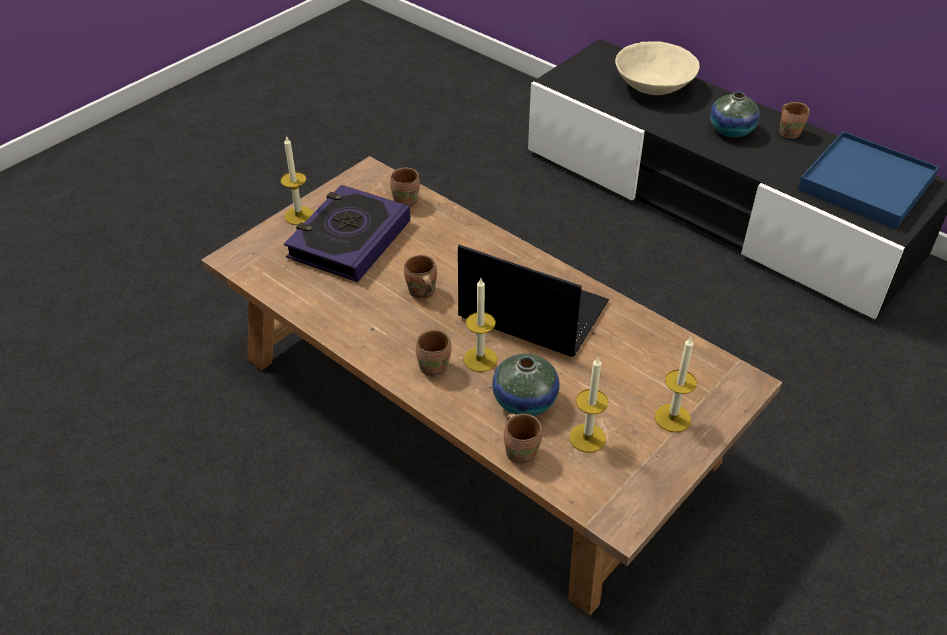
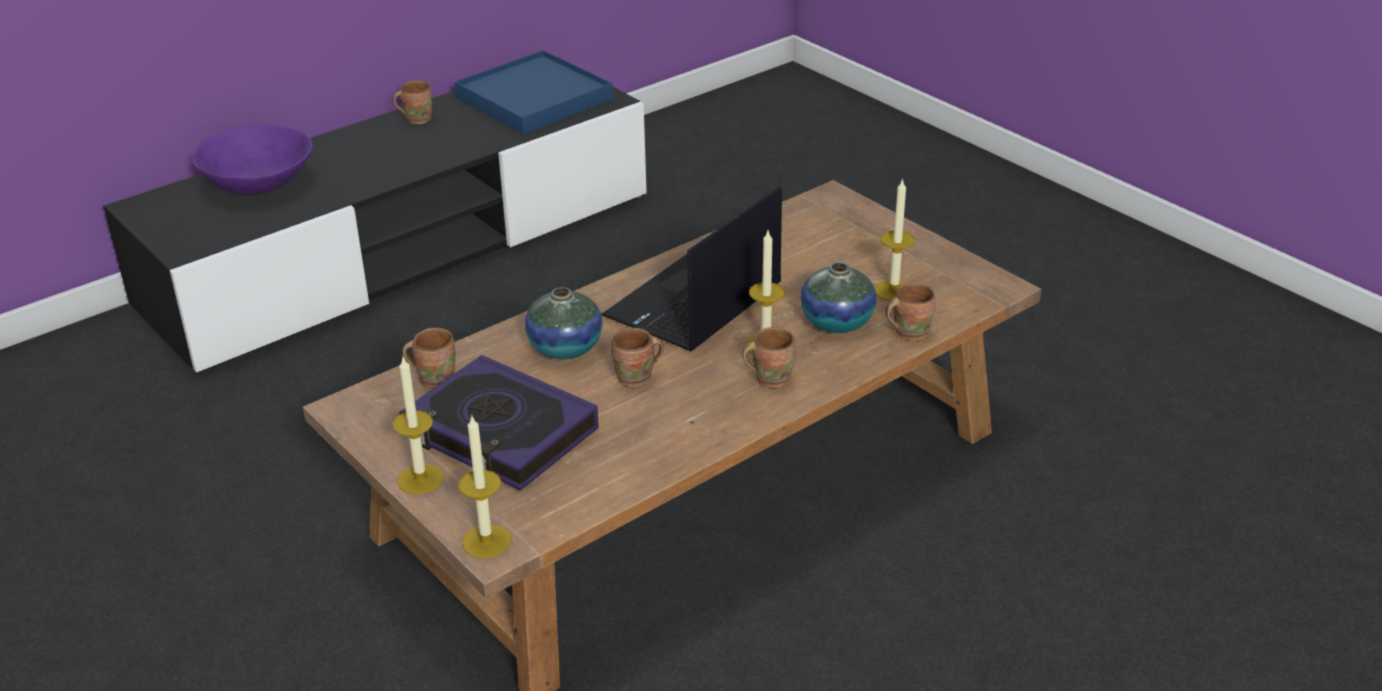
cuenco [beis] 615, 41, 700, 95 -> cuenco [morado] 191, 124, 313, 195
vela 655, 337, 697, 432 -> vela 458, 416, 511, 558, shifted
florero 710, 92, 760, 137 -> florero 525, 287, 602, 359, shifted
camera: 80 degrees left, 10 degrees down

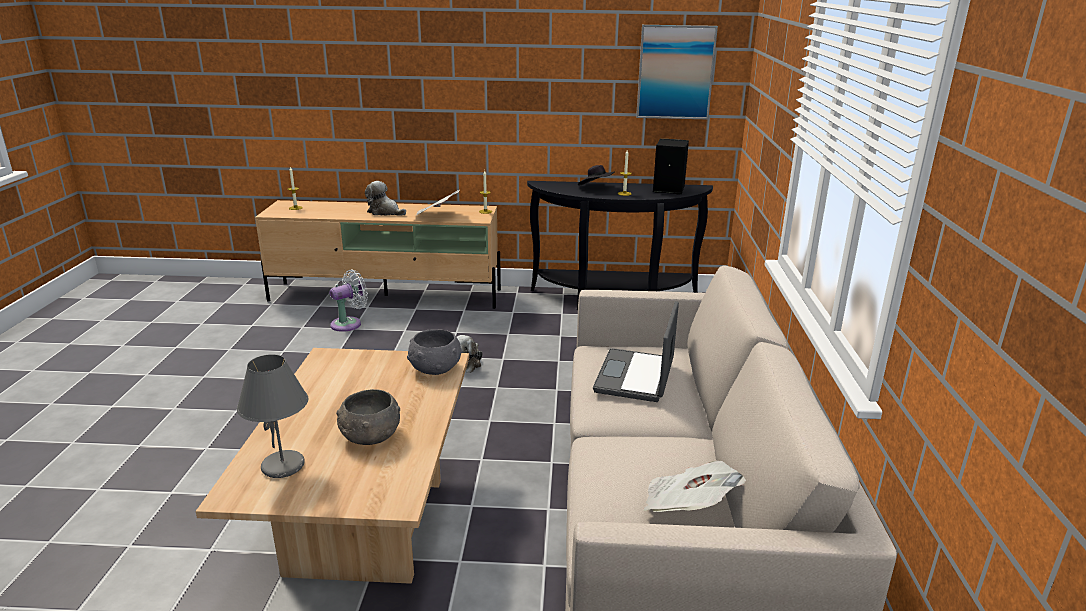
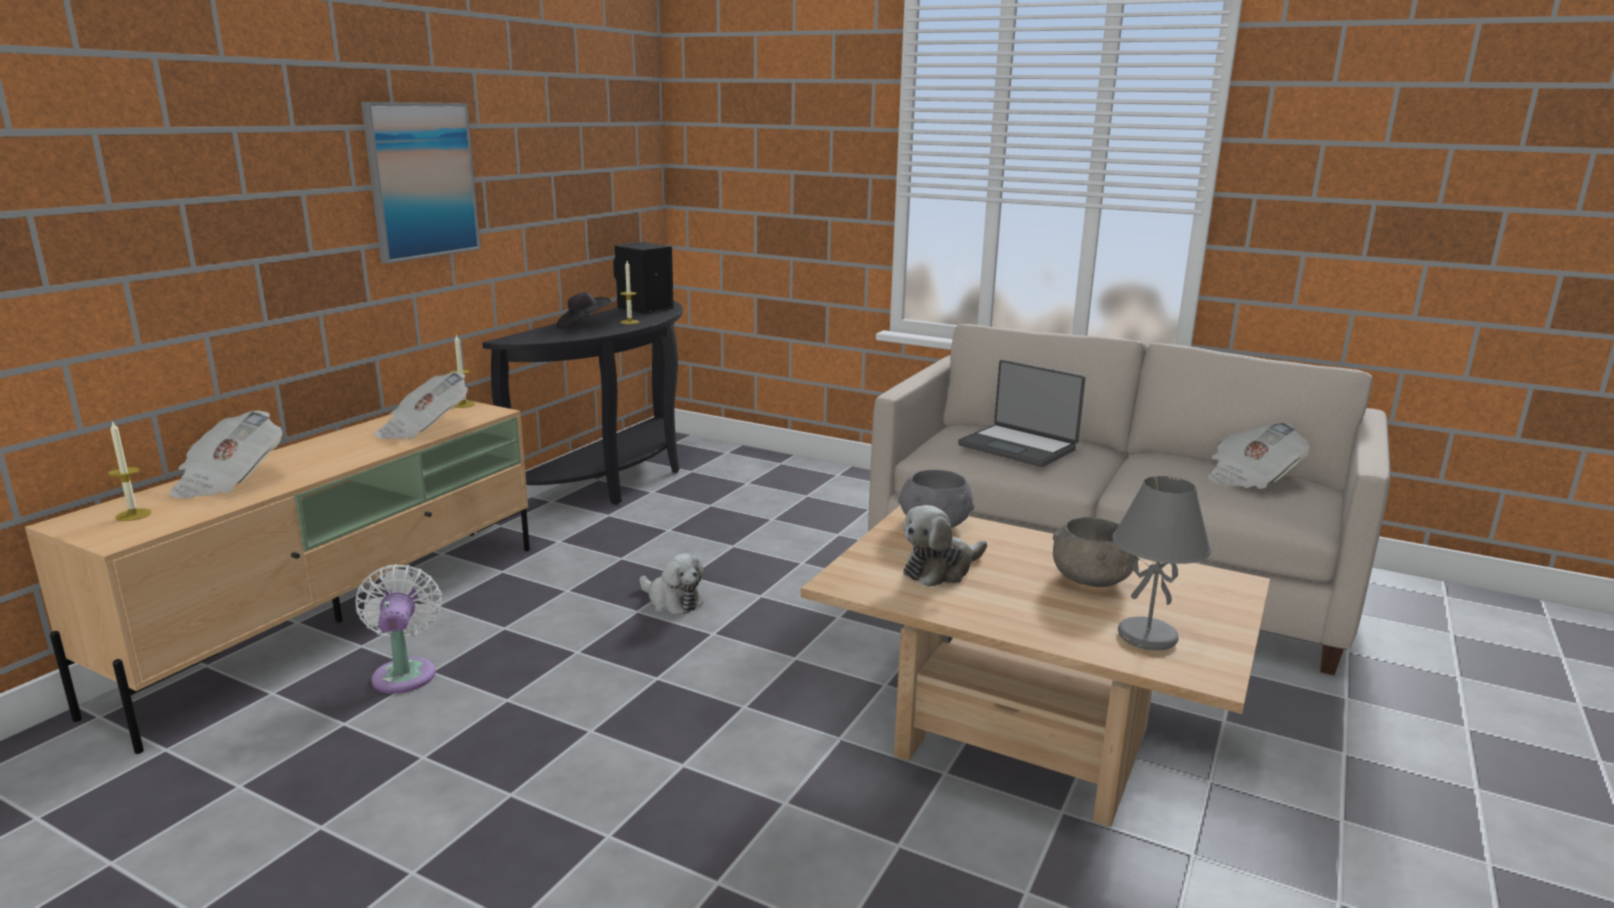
none -> periódico 169, 411, 283, 499
cuadro 636, 25, 718, 119 -> cuadro 361, 102, 481, 263, shifted
peluche 365, 181, 406, 216 -> peluche 903, 505, 987, 587, shifted
camera: 65 degrees left, 5 degrees down

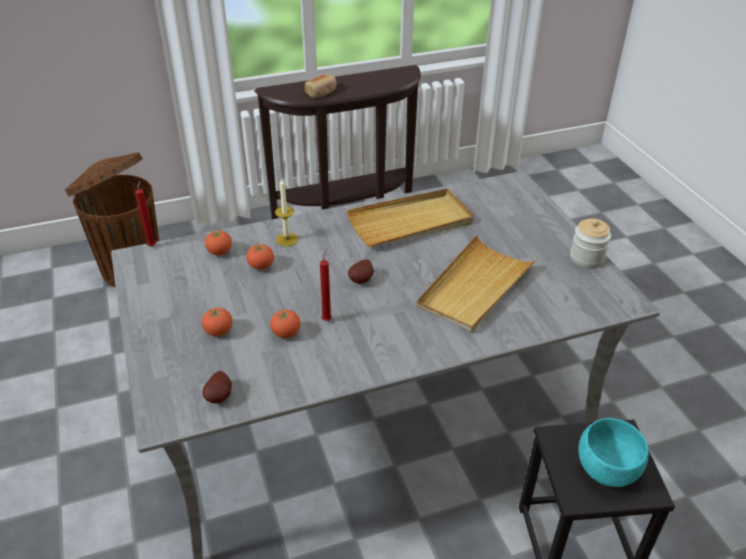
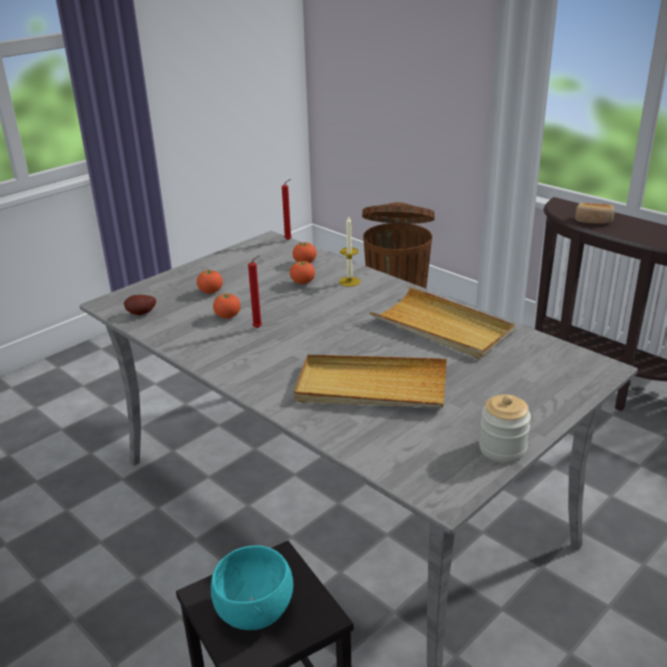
patata 348, 259, 374, 284 -> none
camera: 65 degrees right, 10 degrees down

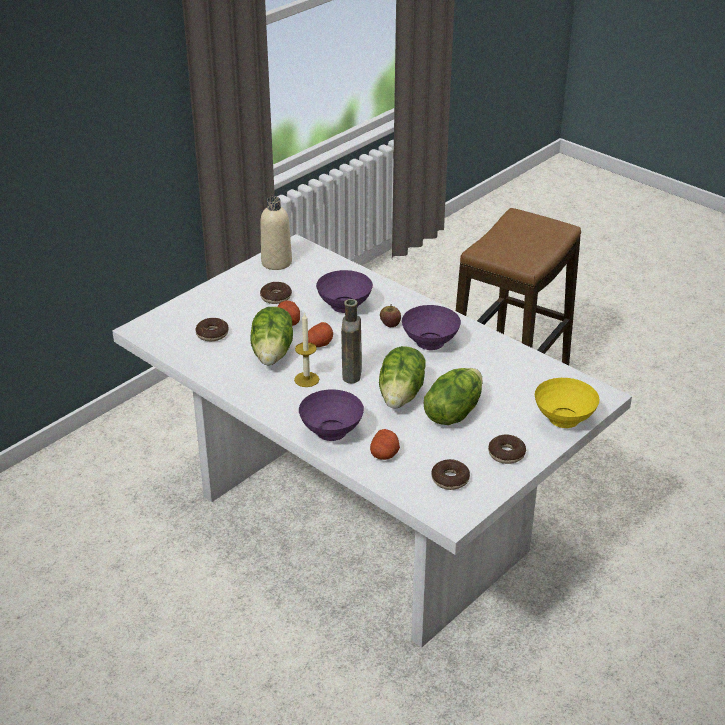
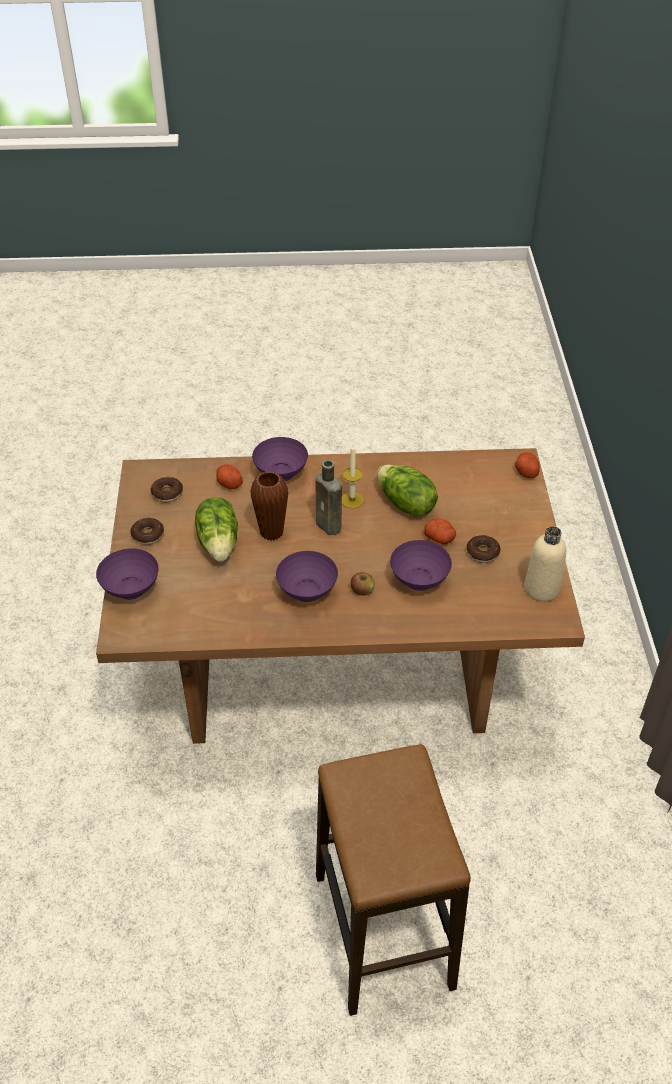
mesa de comedor [blanco] 112, 234, 632, 647 -> mesa de comedor [marrón] 96, 448, 585, 744
cuenco [amarillo] 535, 378, 600, 428 -> cuenco [morado] 96, 548, 159, 600
lechuga 379, 346, 426, 409 -> florero [marrón] 250, 471, 288, 541
patata 308, 322, 333, 347 -> patata 515, 452, 540, 478, shifted
rosquilla 195, 318, 229, 341 -> none
camera: 135 degrees right, 10 degrees up

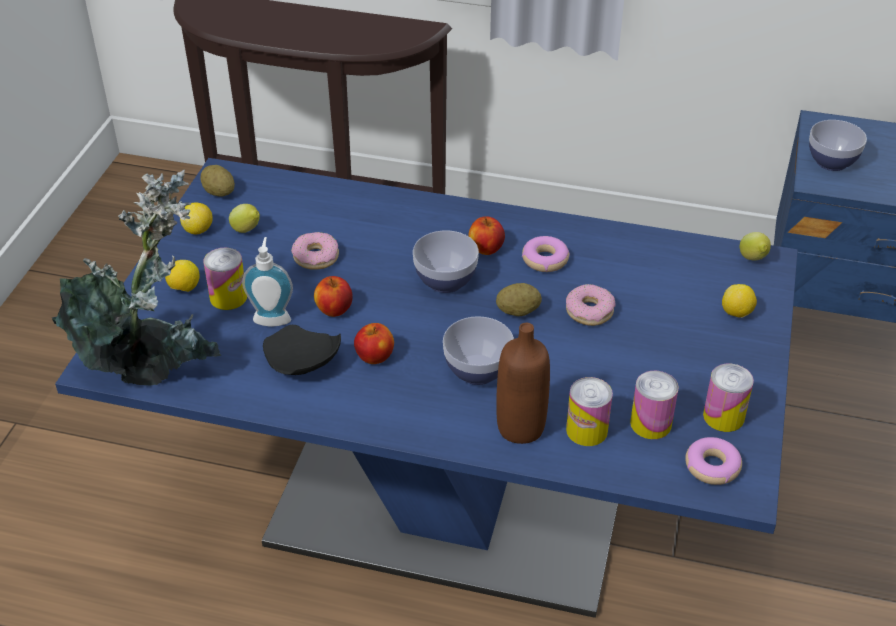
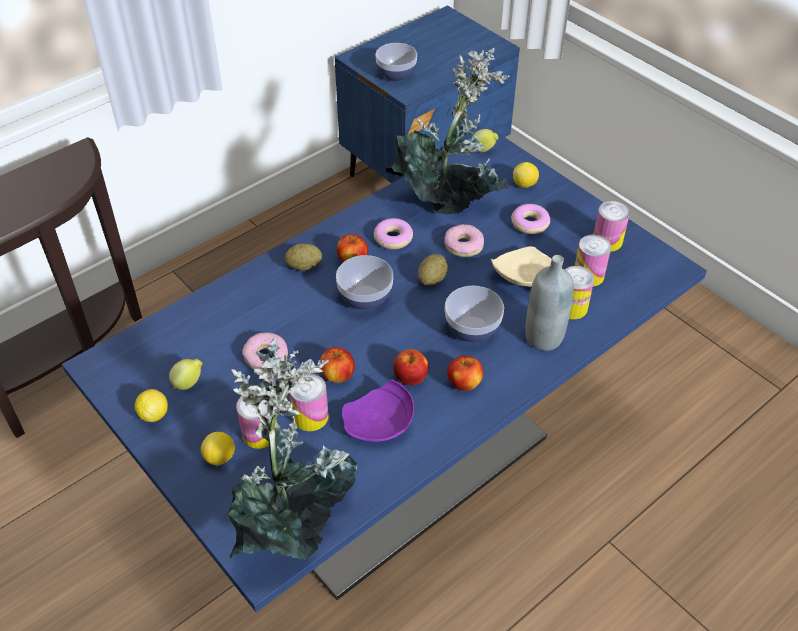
patata 200, 165, 235, 196 -> patata 285, 243, 322, 271, shifted
dispensador de jabón 242, 237, 293, 327 -> lata 290, 374, 329, 431
plato [negro] 263, 325, 341, 375 -> plato [morado] 342, 379, 414, 442
none -> planta en maceta 386, 48, 509, 214
none -> manzana 447, 356, 483, 391
none -> plato [beis] 491, 246, 552, 287
rosquilla 685, 437, 742, 485 -> rosquilla 511, 204, 550, 234, shifted
botella [marrón] 496, 323, 550, 444 -> botella [gris] 525, 255, 574, 351
camera: 55 degrees left, 5 degrees up

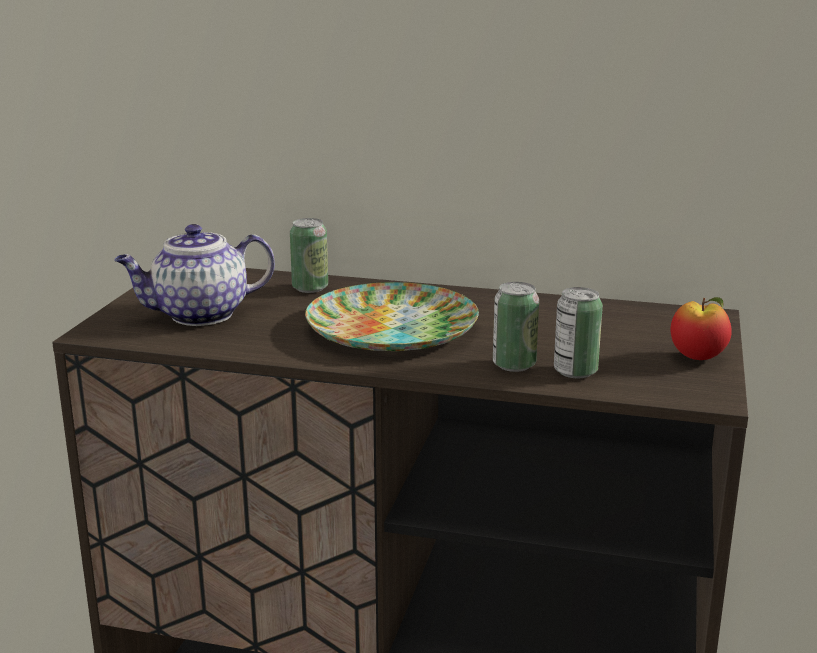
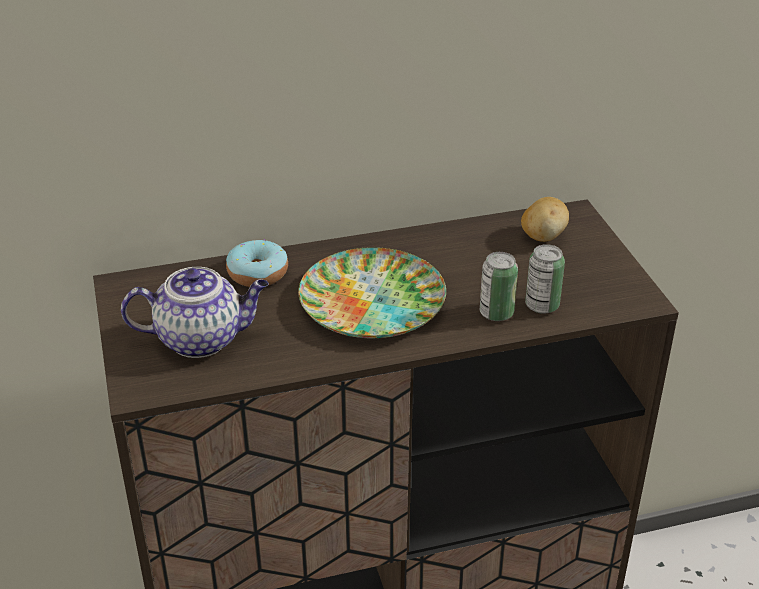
tetera 114, 224, 275, 326 -> tetera 121, 267, 269, 358, 135 degrees counterclockwise
lata 290, 218, 328, 293 -> rosquilla 226, 239, 288, 287
none -> patata 521, 197, 569, 242
manzana 671, 297, 732, 360 -> none
camera: 30 degrees left, 15 degrees up

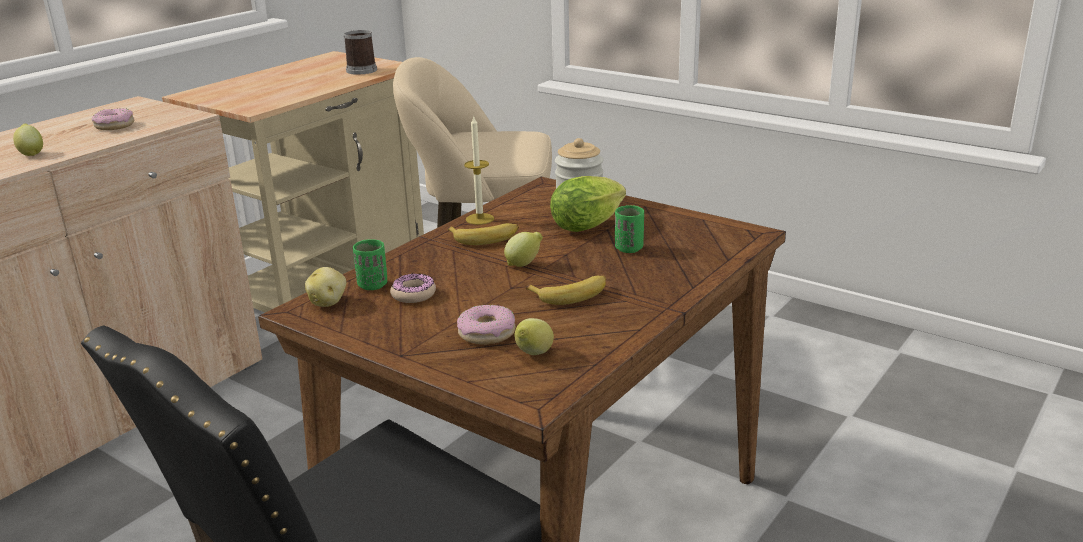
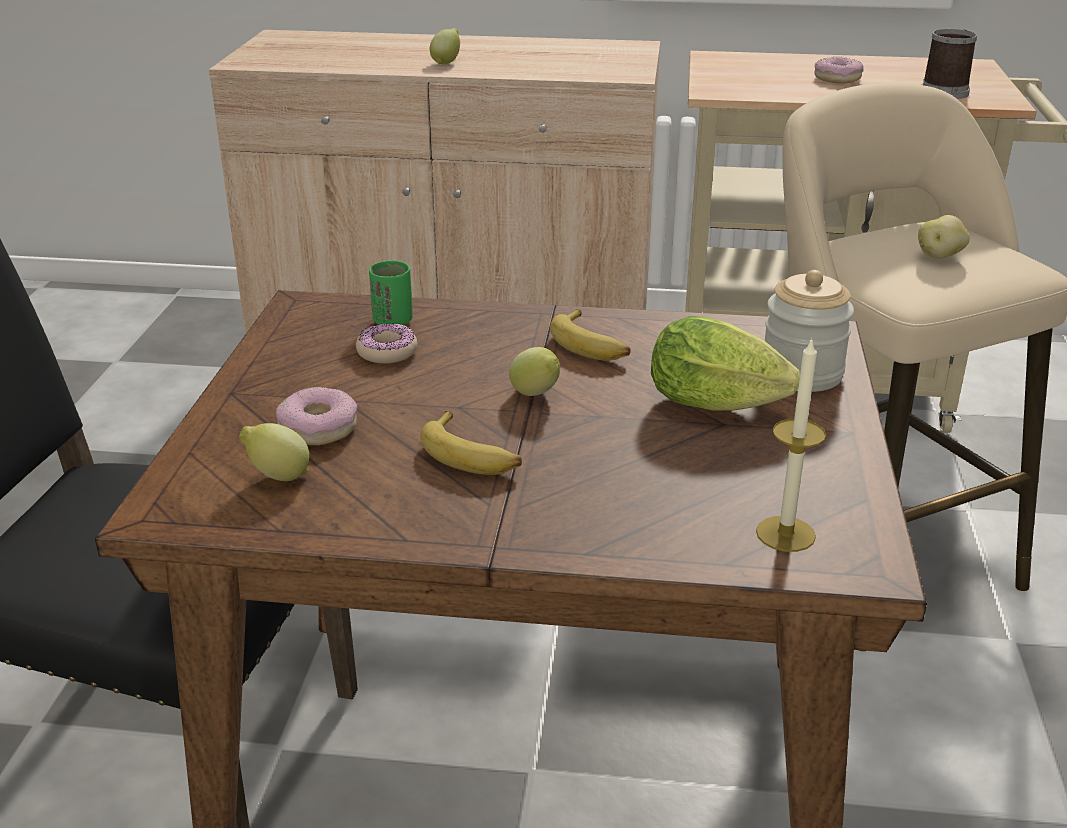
vela 464, 117, 494, 225 -> vela 756, 337, 826, 552, shifted
rosquilla 92, 108, 134, 130 -> rosquilla 814, 56, 864, 84, shifted
patata 305, 267, 346, 307 -> patata 918, 215, 970, 259, shifted
taza [verde] 615, 205, 644, 253 -> none
camera: 60 degrees right, 5 degrees up

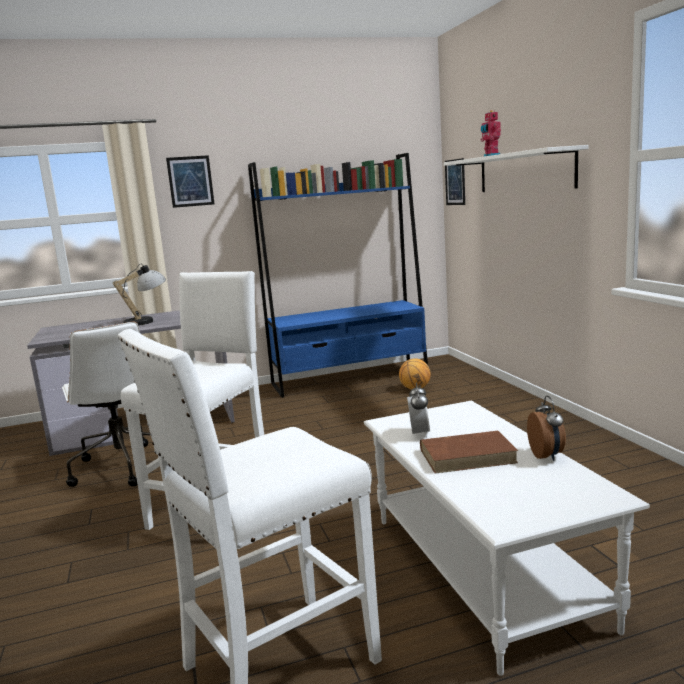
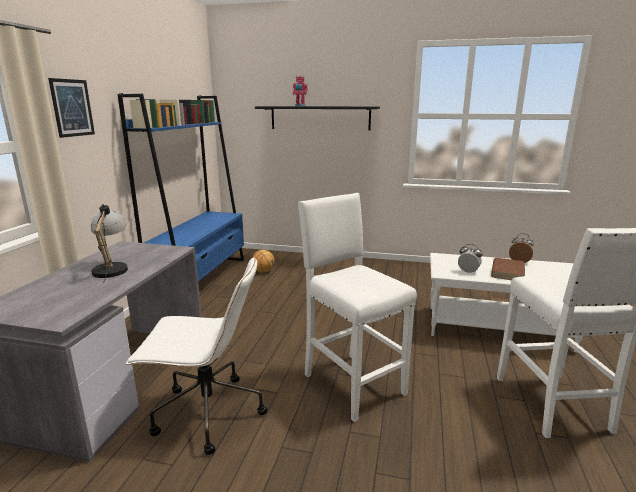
estante [blanco] 444, 145, 589, 192 -> estante [negro] 255, 106, 380, 130
cuadro 445, 158, 465, 205 -> none
camera: 60 degrees left, 5 degrees up

